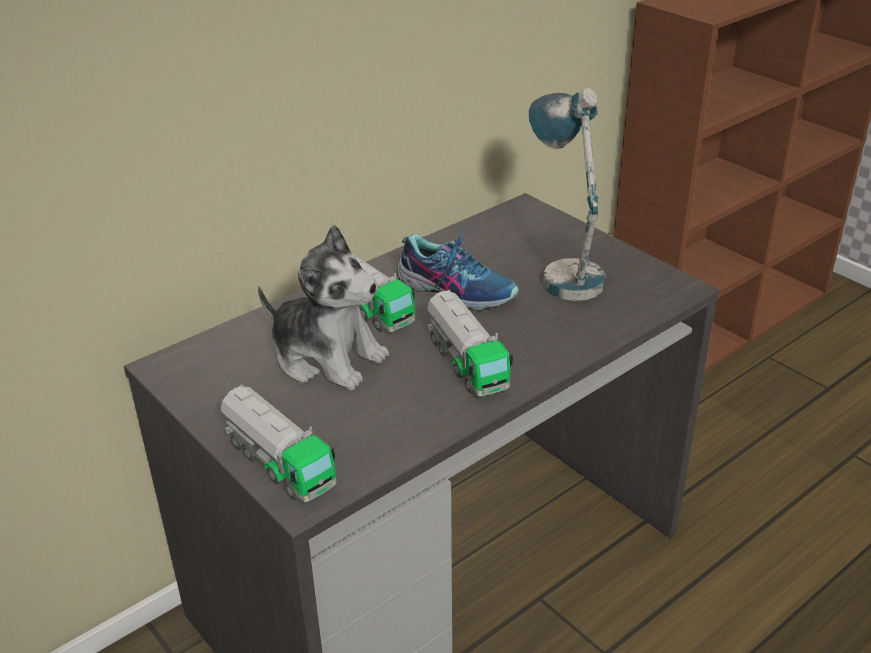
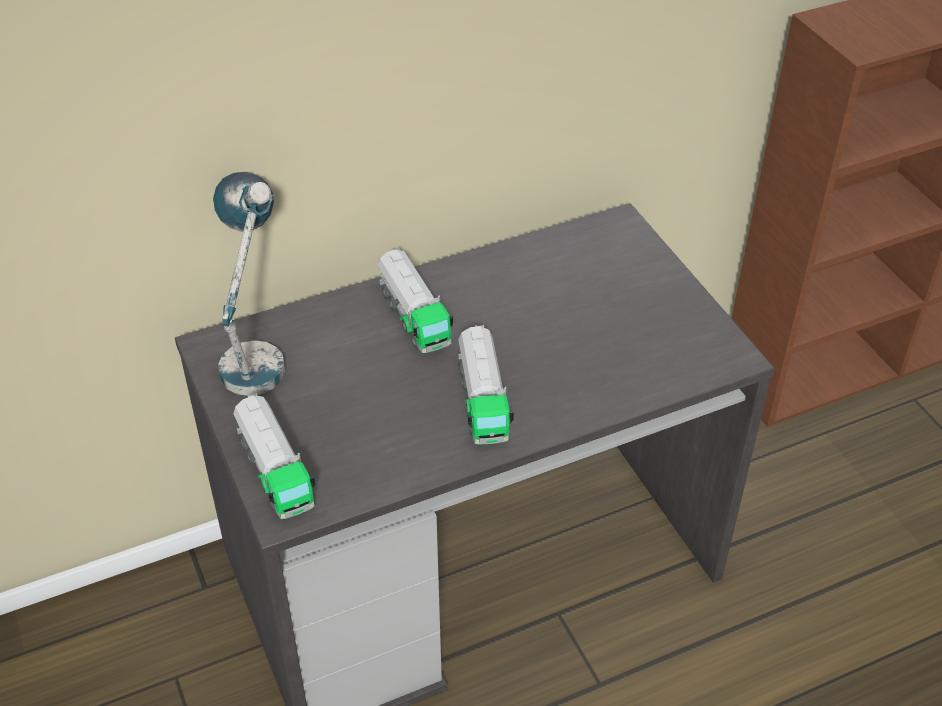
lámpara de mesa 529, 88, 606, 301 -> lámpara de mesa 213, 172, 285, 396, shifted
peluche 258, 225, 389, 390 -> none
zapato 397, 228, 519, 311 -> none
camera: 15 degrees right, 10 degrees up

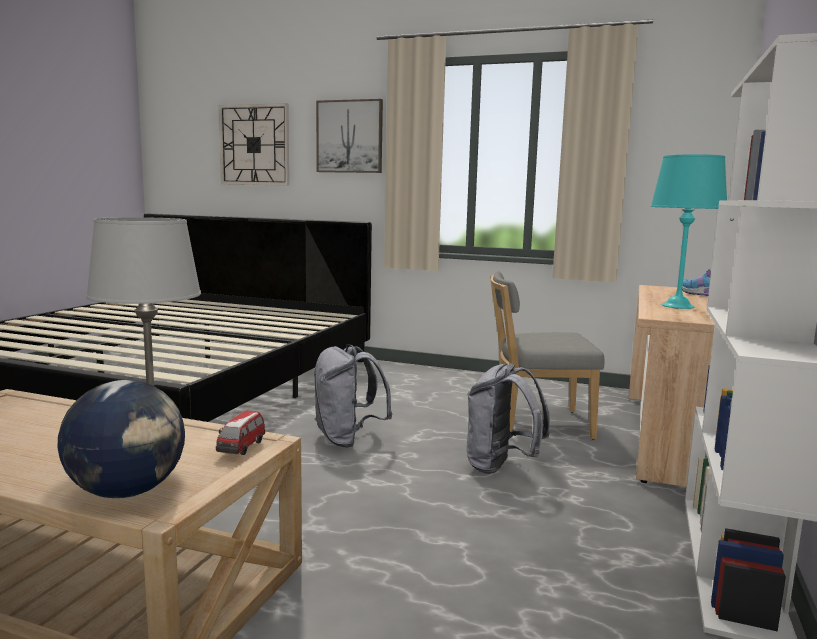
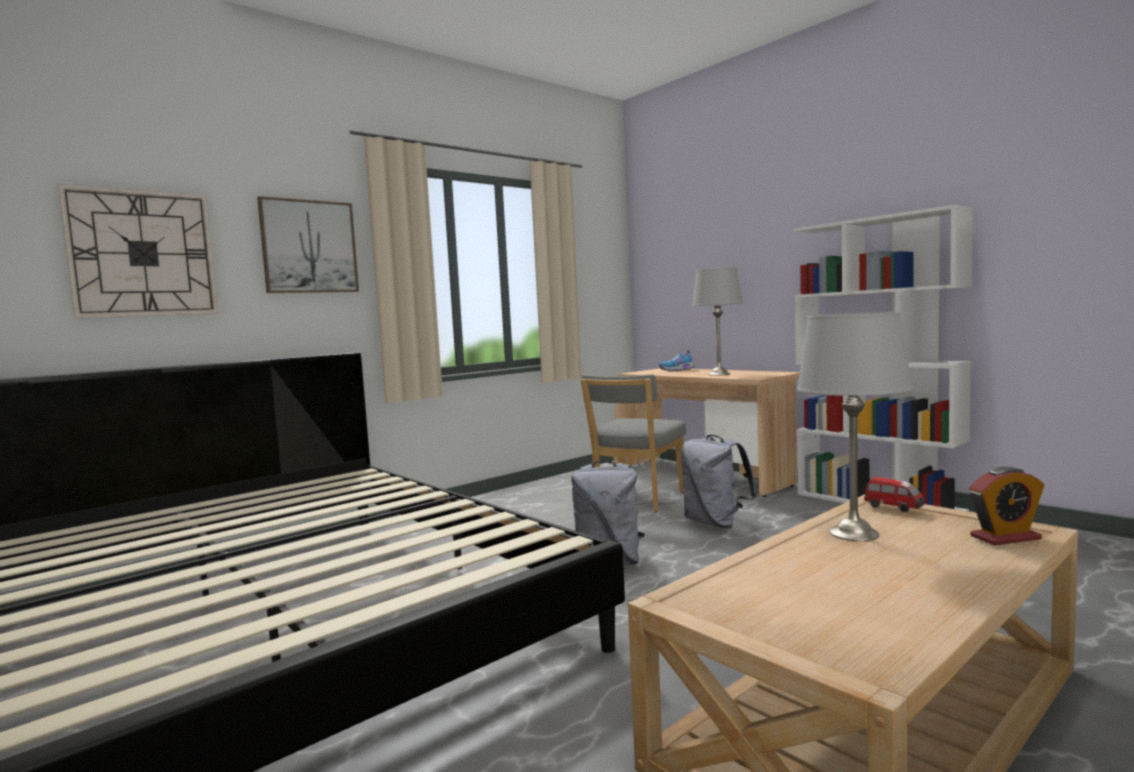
lámpara de mesa [turquesa] 651, 154, 727, 309 -> lámpara de mesa [gris] 692, 268, 743, 376
globo terráqueo 57, 380, 185, 498 -> despertador 969, 466, 1044, 545
camera: 60 degrees left, 5 degrees down

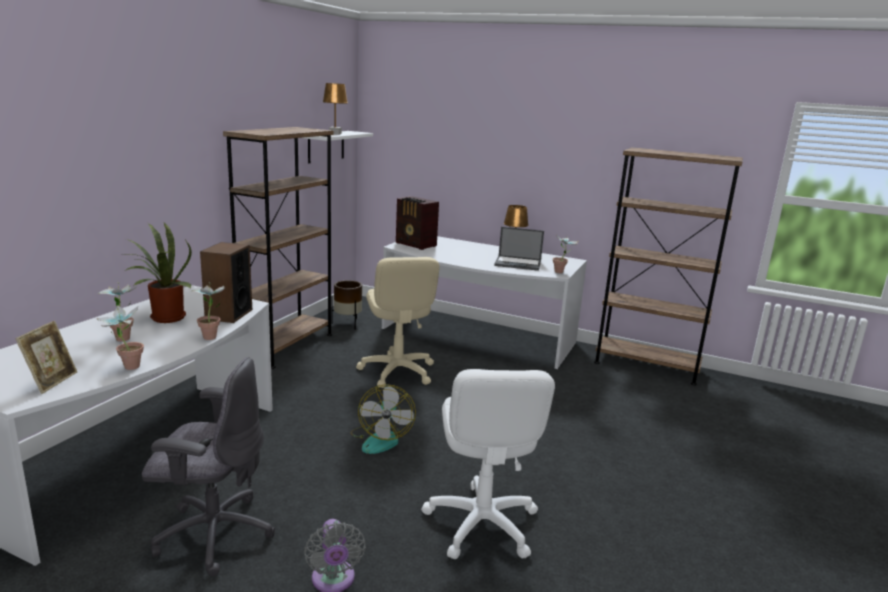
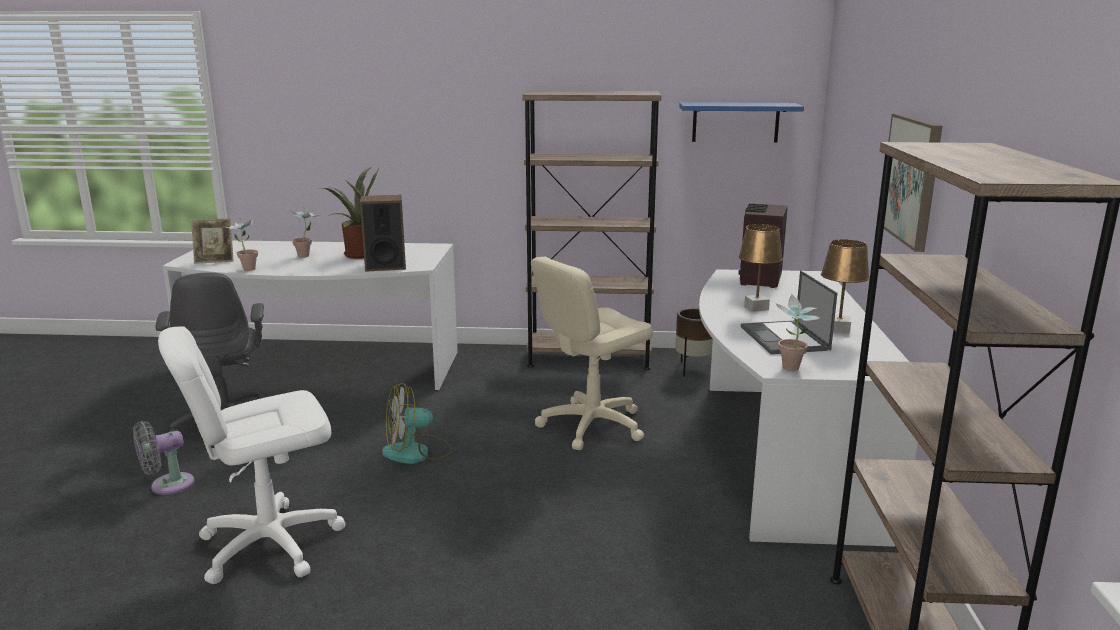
estante [blanco] 303, 131, 373, 163 -> estante [azul] 679, 102, 804, 142
lámpara de mesa [marrón] 323, 83, 348, 135 -> lámpara de mesa [marrón] 739, 224, 783, 312, shifted
none -> cuadro 884, 114, 942, 252
planta en maceta 191, 283, 225, 340 -> none
camera: 70 degrees right, 0 degrees up

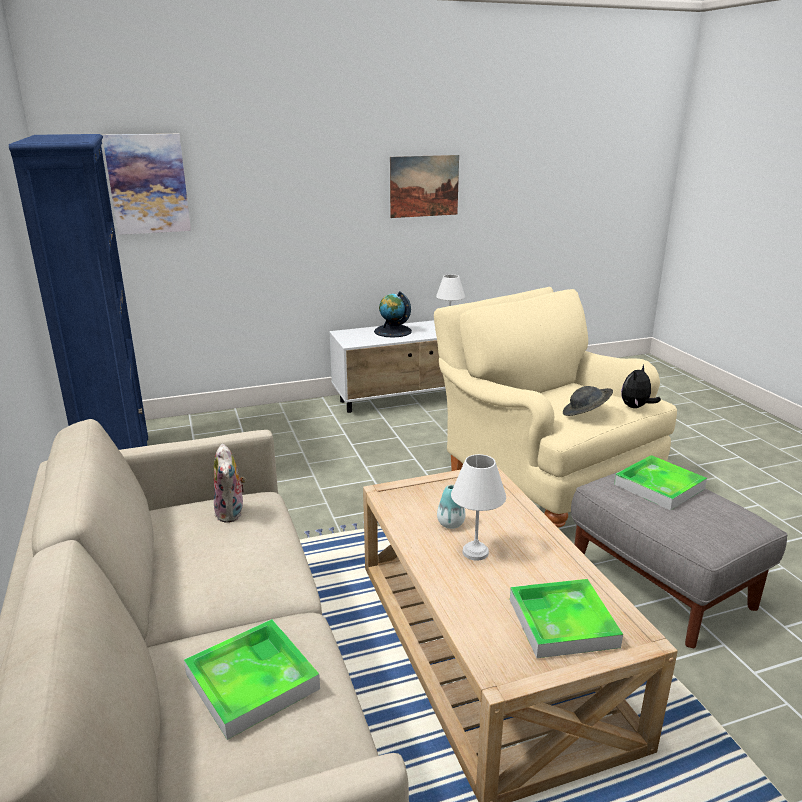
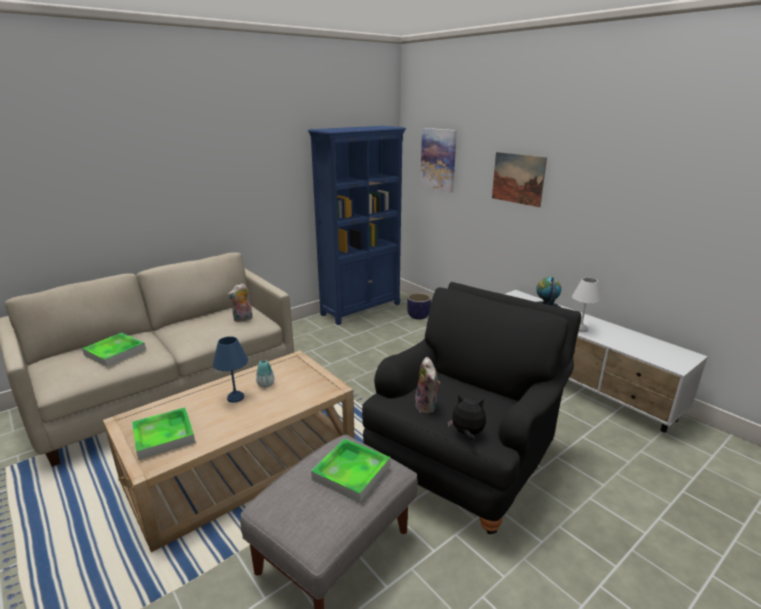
lámpara de mesa [blanco] 451, 454, 506, 561 -> lámpara de mesa [azul] 213, 336, 248, 403
sillón [beis] 434, 287, 677, 528 -> sillón [negro] 362, 282, 581, 534
none -> maceta 407, 293, 431, 320
sombrero [gris] 563, 386, 613, 416 -> peluche 415, 357, 440, 414
cuadro 390, 155, 459, 218 -> cuadro 492, 152, 547, 207, shifted
camera: 70 degrees right, 0 degrees up

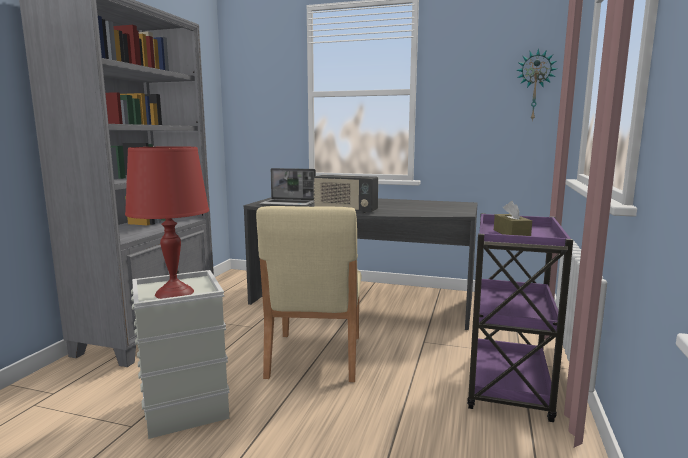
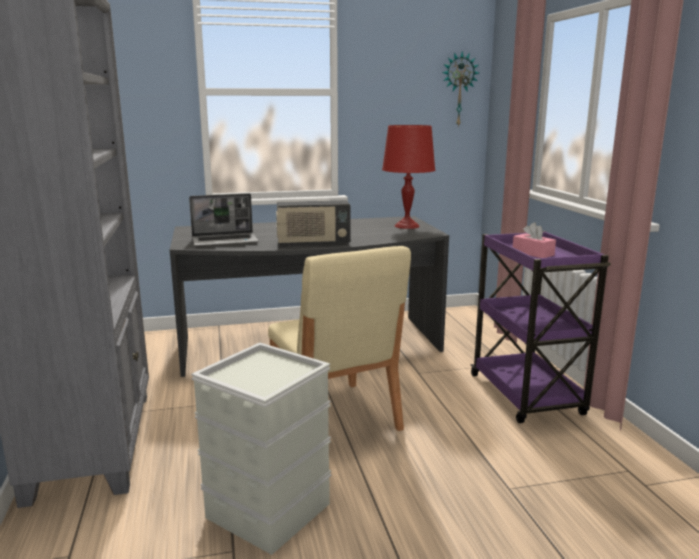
lámpara de mesa [rojo] 125, 146, 209, 299 -> lámpara de mesa [rojo] 382, 125, 435, 229, shifted
caja de pañuelos [marrón] 494, 201, 532, 236 -> caja de pañuelos [rosa] 513, 222, 556, 258
camera: 30 degrees left, 5 degrees up

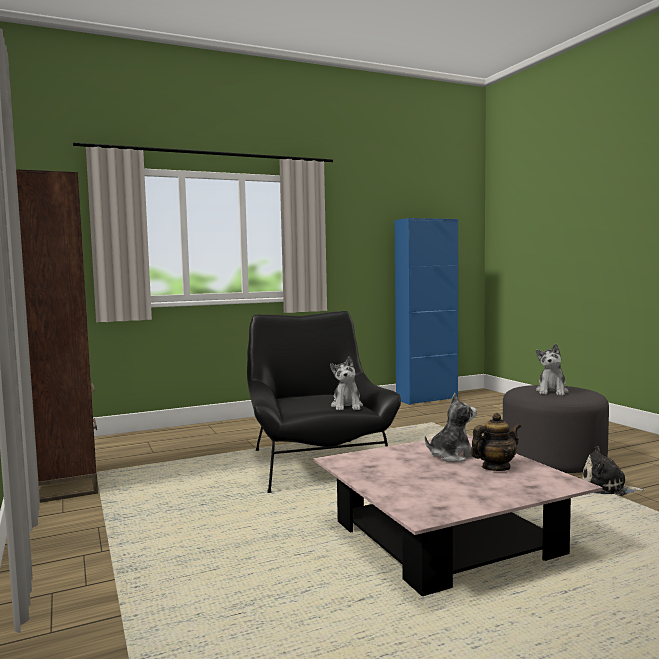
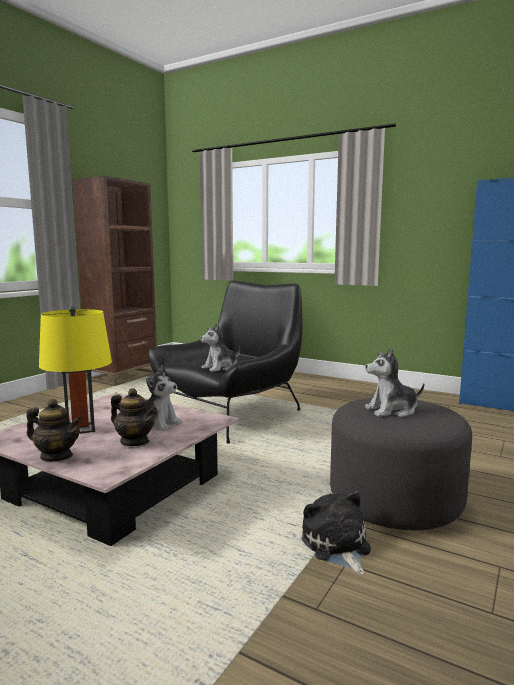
none -> tetera 26, 399, 82, 461
none -> lámpara de mesa [amarillo] 39, 306, 112, 434
camera: 55 degrees right, 5 degrees up

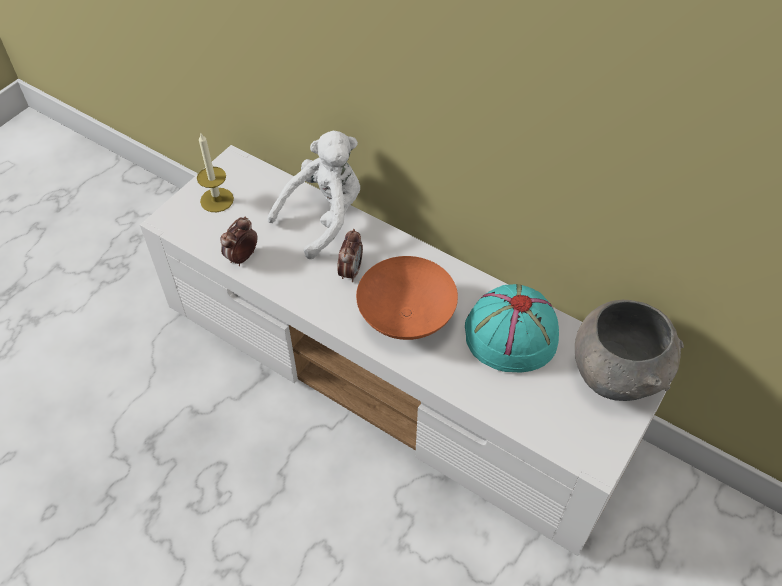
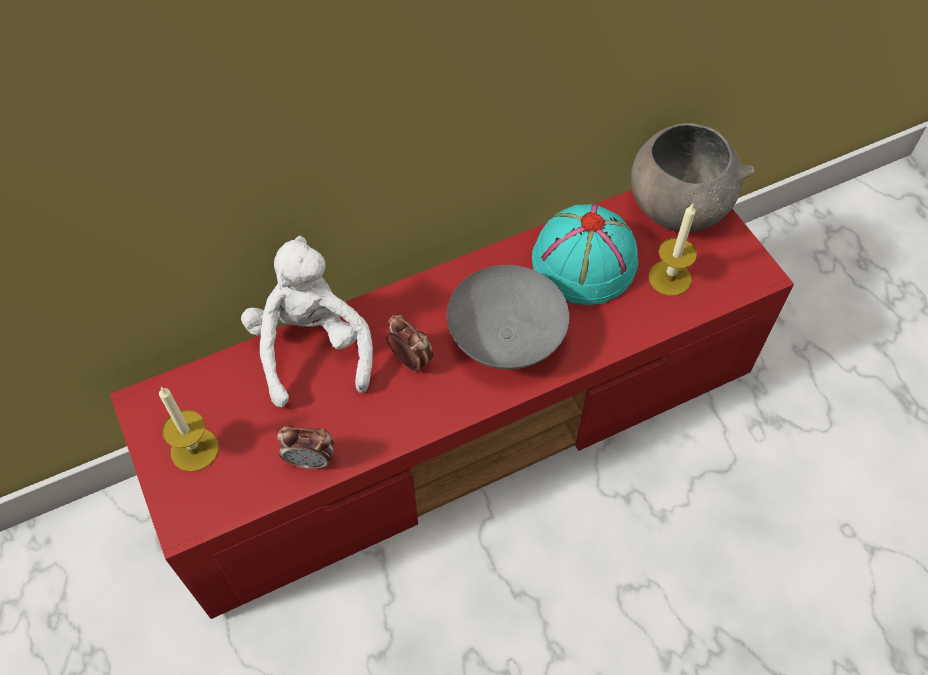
mueble de televisión [blanco] 140, 145, 672, 556 -> mueble de televisión [rojo] 110, 190, 794, 619
despertador 220, 216, 258, 266 -> despertador 277, 425, 334, 469, 60 degrees counterclockwise
cuenco [naranja] 356, 256, 458, 340 -> cuenco [gris] 447, 265, 569, 370
none -> vela 648, 204, 697, 296
camera: 60 degrees left, 5 degrees up

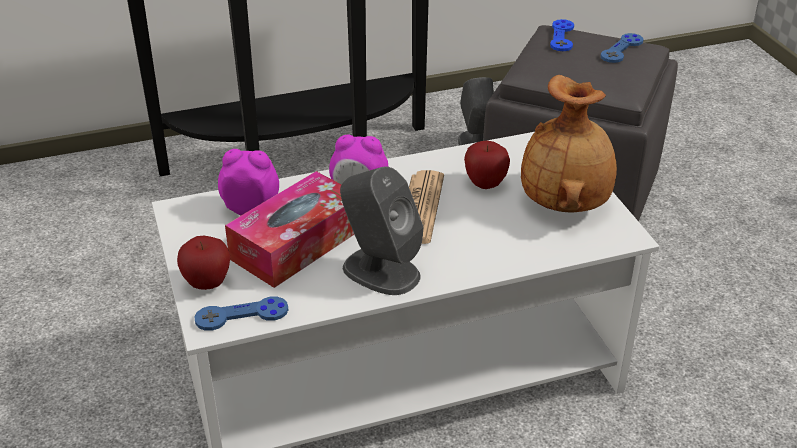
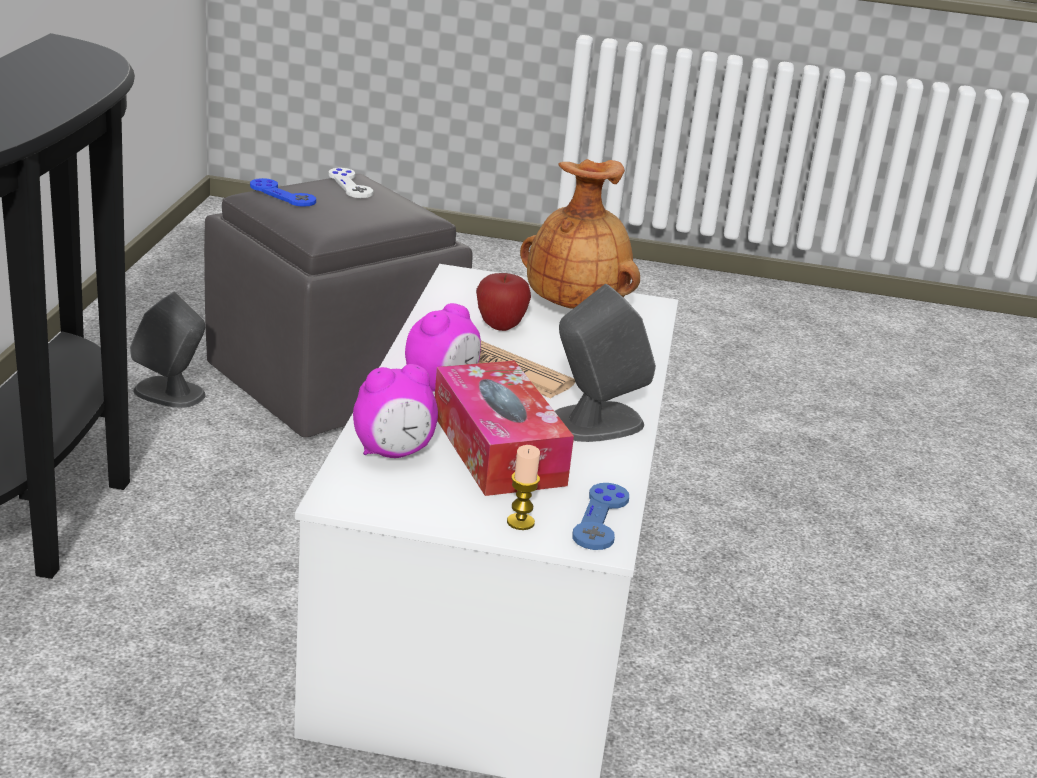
mando de consola [azul] 601, 33, 644, 63 -> mando de consola [blanco] 328, 168, 373, 198
despertador 218, 149, 279, 216 -> despertador 353, 364, 438, 458, 150 degrees counterclockwise
manzana 177, 236, 231, 290 -> vela 507, 445, 540, 530
camera: 65 degrees left, 10 degrees down

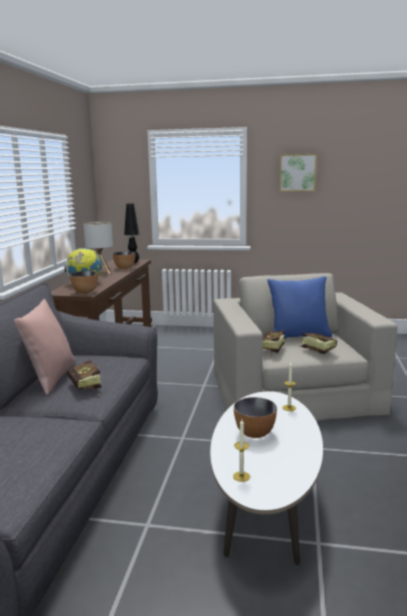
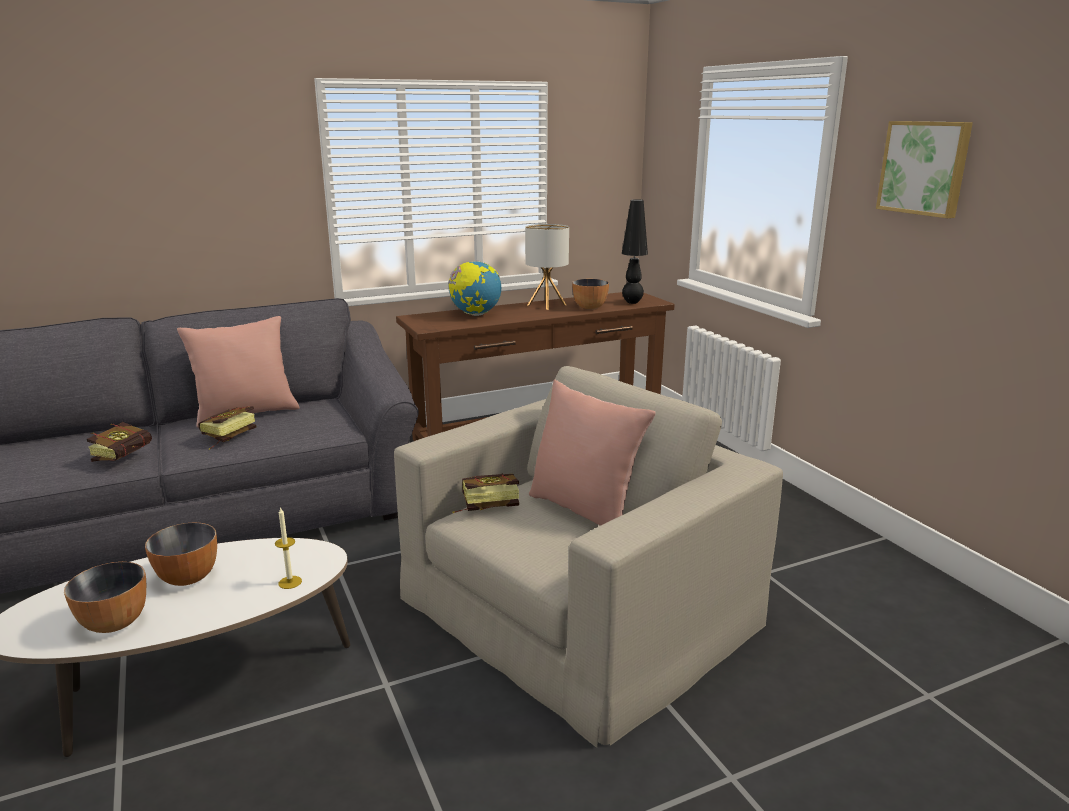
cuenco 70, 271, 98, 294 -> cuenco 64, 562, 146, 633, shifted
libro 299, 333, 337, 354 -> libro 87, 422, 152, 462, shifted
cojín [azul] 267, 276, 332, 339 -> cojín [rosa] 529, 380, 656, 526
vela 233, 420, 250, 482 -> none
camera: 55 degrees right, 5 degrees up

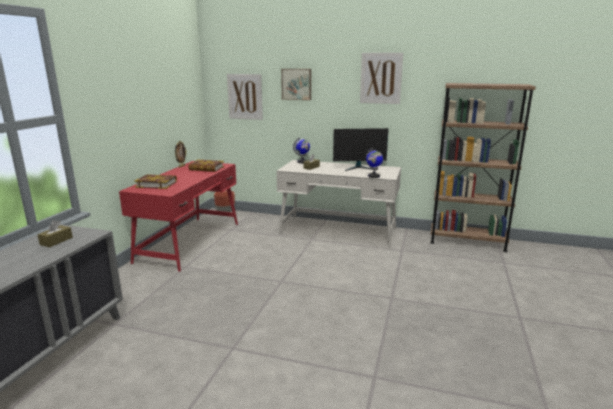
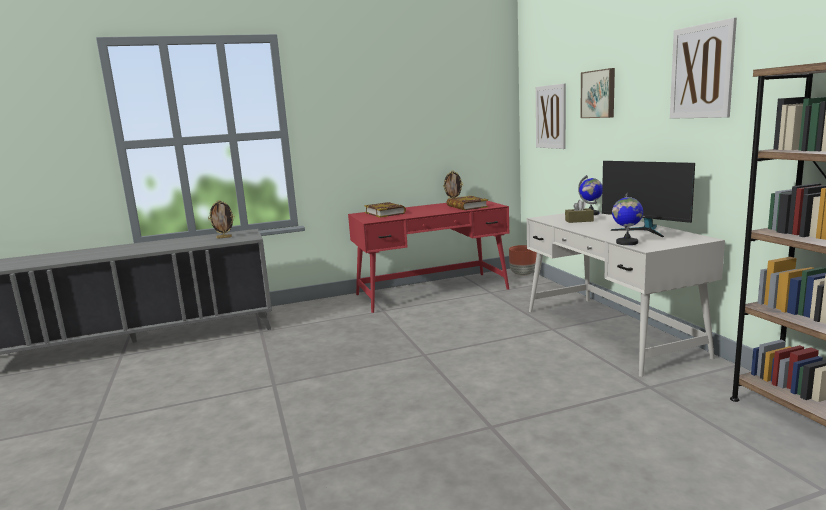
caja de pañuelos [marrón] 38, 220, 73, 247 -> portarretratos 208, 200, 235, 239
camera: 55 degrees right, 5 degrees down

